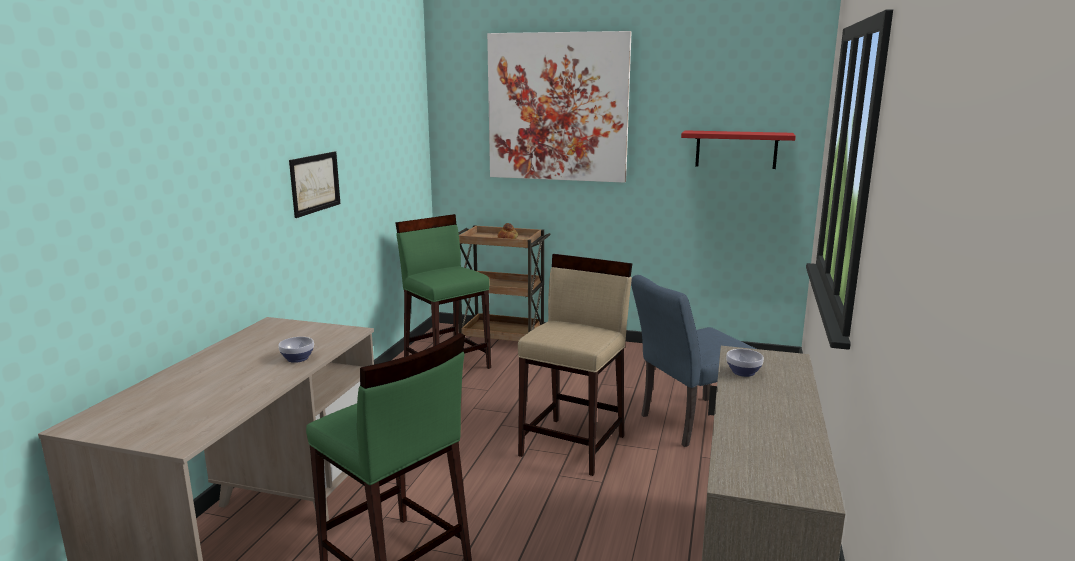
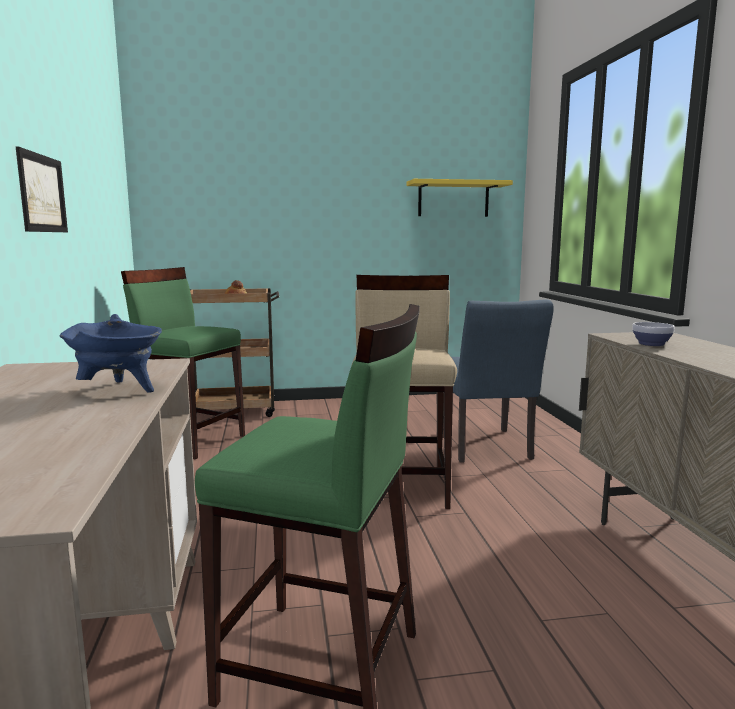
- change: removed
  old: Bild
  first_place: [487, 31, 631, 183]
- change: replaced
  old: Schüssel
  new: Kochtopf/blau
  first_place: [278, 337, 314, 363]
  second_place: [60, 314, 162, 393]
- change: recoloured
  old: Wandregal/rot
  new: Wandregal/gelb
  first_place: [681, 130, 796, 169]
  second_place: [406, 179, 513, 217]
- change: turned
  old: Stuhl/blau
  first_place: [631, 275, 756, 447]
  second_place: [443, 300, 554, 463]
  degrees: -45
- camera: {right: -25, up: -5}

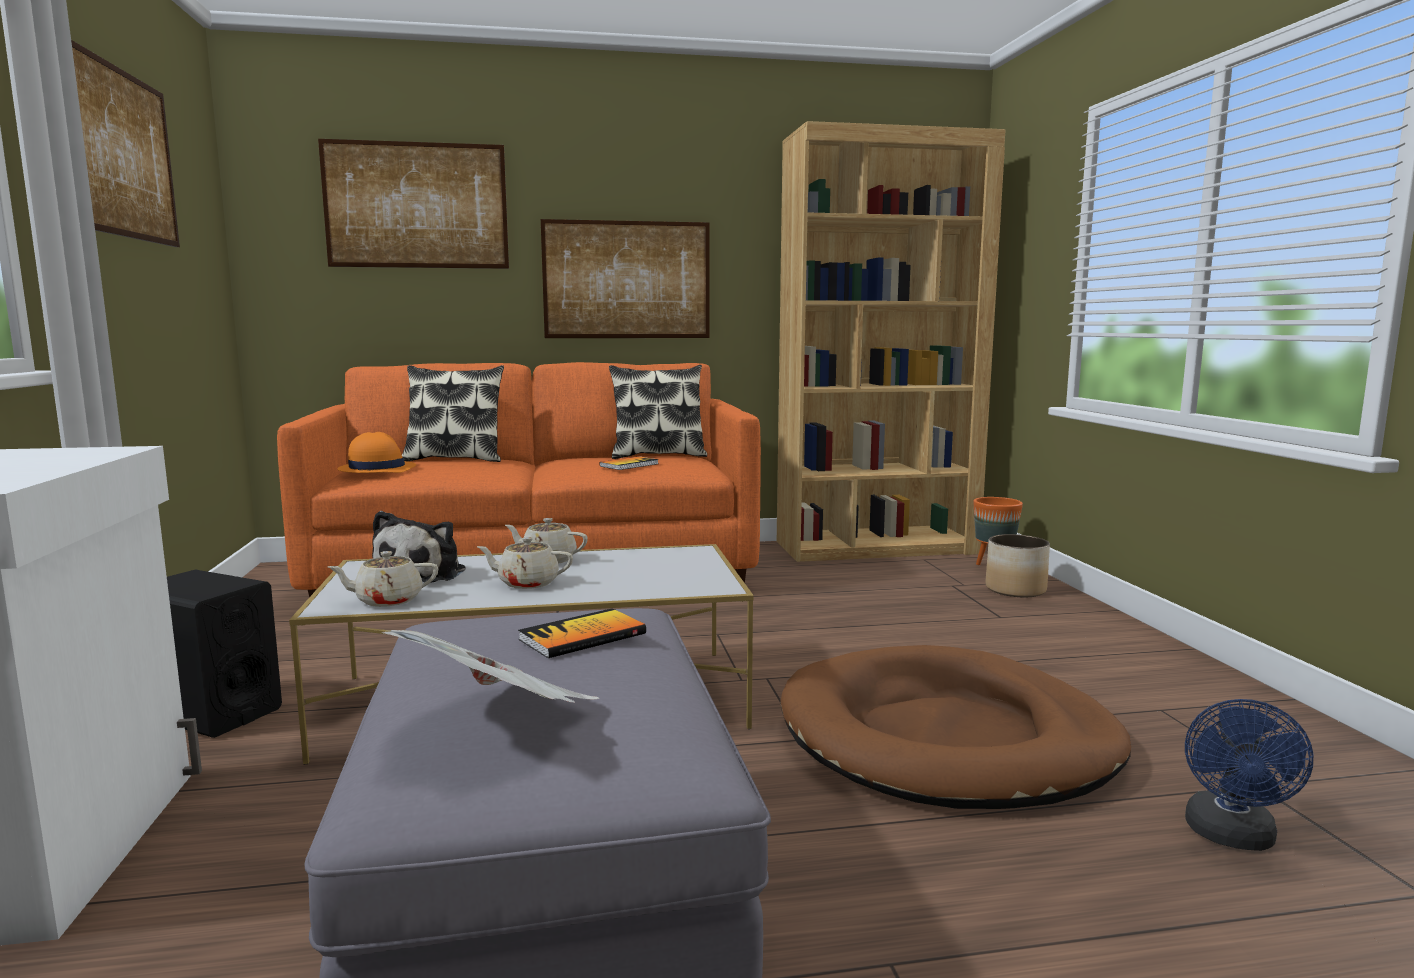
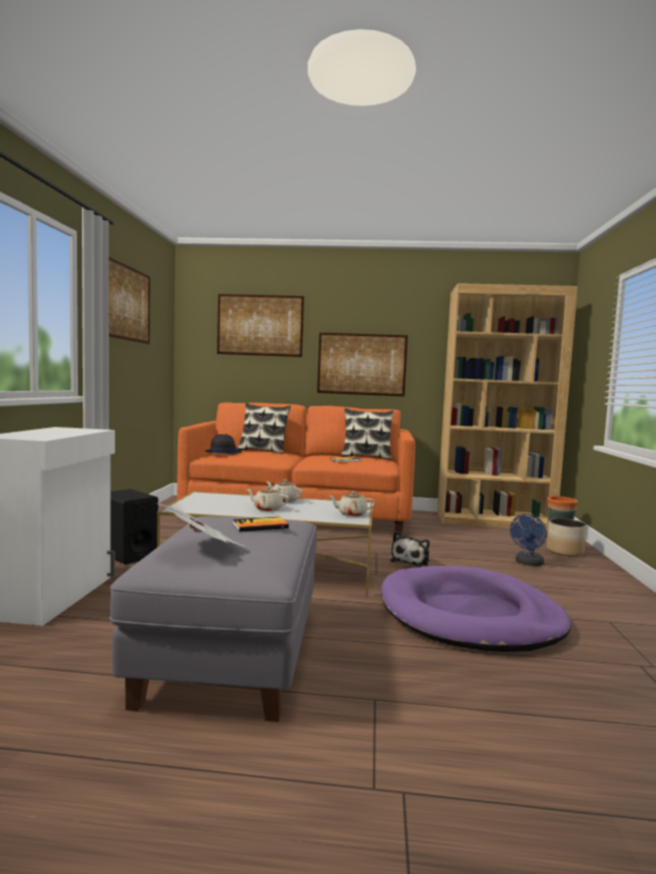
- change: moved
  old: Teekanne/beige
  first_place: [328, 551, 438, 607]
  second_place: [328, 491, 375, 517]
- change: moved
  old: Plüschtier
  first_place: [372, 511, 465, 582]
  second_place: [390, 531, 430, 567]
- change: moved
  old: Ventilator/blau
  first_place: [1185, 699, 1313, 851]
  second_place: [510, 514, 547, 566]
- change: recoloured
  old: Hut/orange
  new: Hut/schwarz
  first_place: [337, 432, 416, 473]
  second_place: [205, 434, 242, 455]
- change: recoloured
  old: Hundebett/braun
  new: Hundebett/lila
  first_place: [780, 645, 1131, 809]
  second_place: [381, 566, 571, 652]
- camera: {right: 15, up: -5}

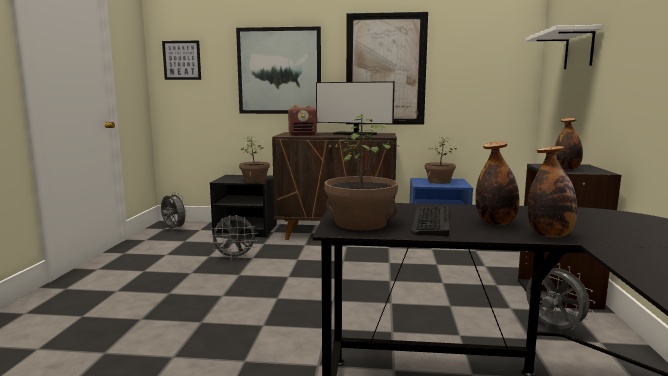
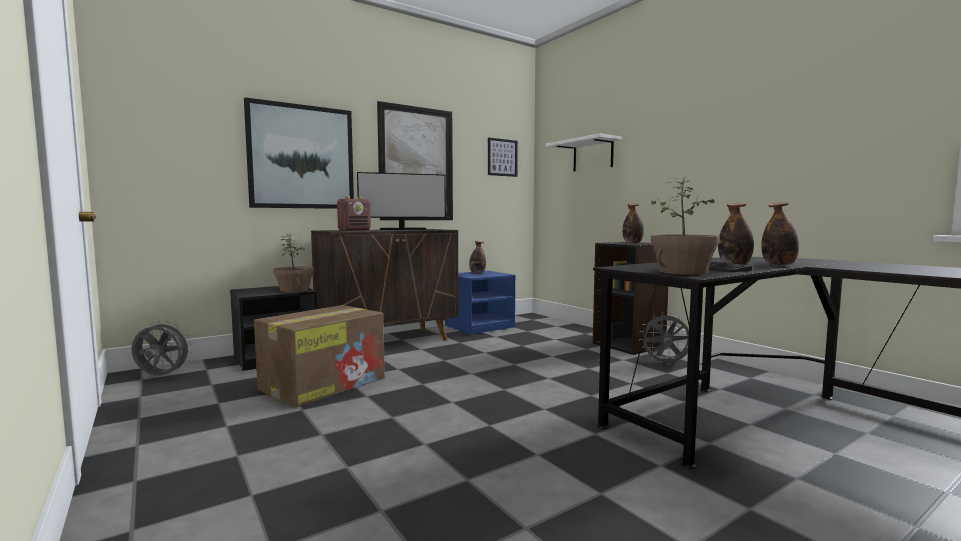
- change: moved
  old: Bild
  first_place: [162, 41, 201, 80]
  second_place: [488, 138, 518, 177]
- change: replaced
  old: Ventilator/grau
  new: Karton
  first_place: [210, 215, 258, 260]
  second_place: [254, 305, 385, 407]
- change: replaced
  old: Topfpflanze
  new: Flasche
  first_place: [425, 138, 457, 184]
  second_place: [469, 241, 486, 274]
- camera: {right: -40, up: -5}

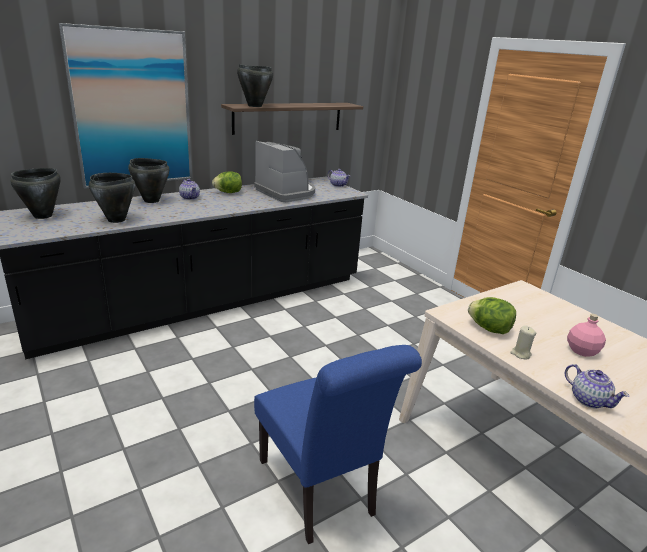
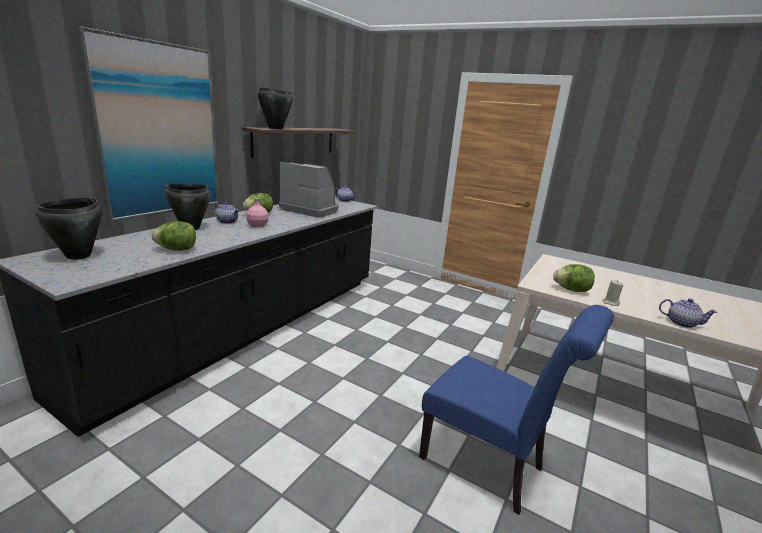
- change: moved
  old: Flasche/rosa
  first_place: [567, 314, 606, 357]
  second_place: [246, 198, 269, 227]
- change: replaced
  old: Kochtopf/schwarz
  new: Salatkopf
  first_place: [89, 173, 135, 223]
  second_place: [152, 221, 196, 251]
- camera: {right: -25, up: -5}

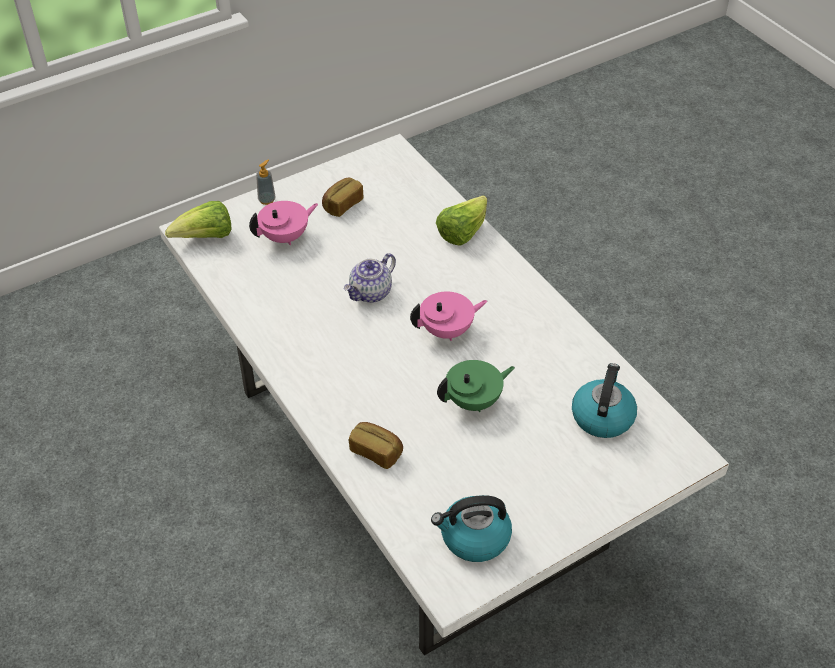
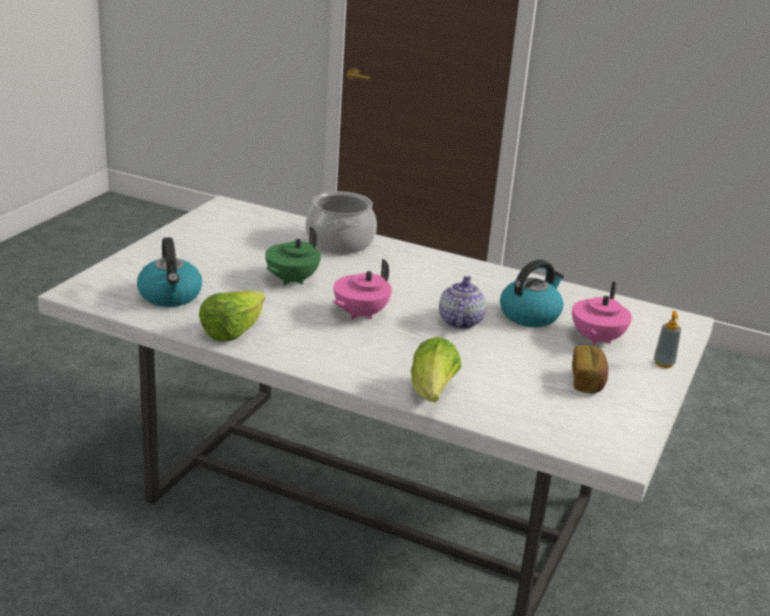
- change: moved
  old: Salatkopf
  first_place: [165, 201, 231, 238]
  second_place: [199, 290, 265, 342]
- change: moved
  old: Wasserkessel
  first_place: [431, 495, 512, 562]
  second_place: [500, 260, 564, 327]
- change: replaced
  old: Brot
  new: Kochtopf
  first_place: [349, 422, 403, 469]
  second_place: [305, 191, 377, 254]
- camera: {right: 145, up: -20}

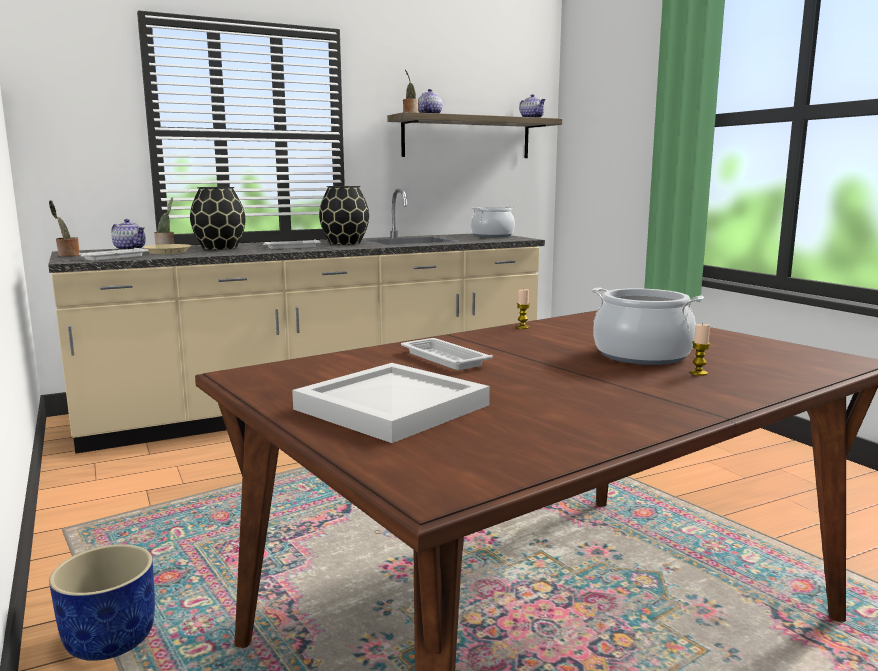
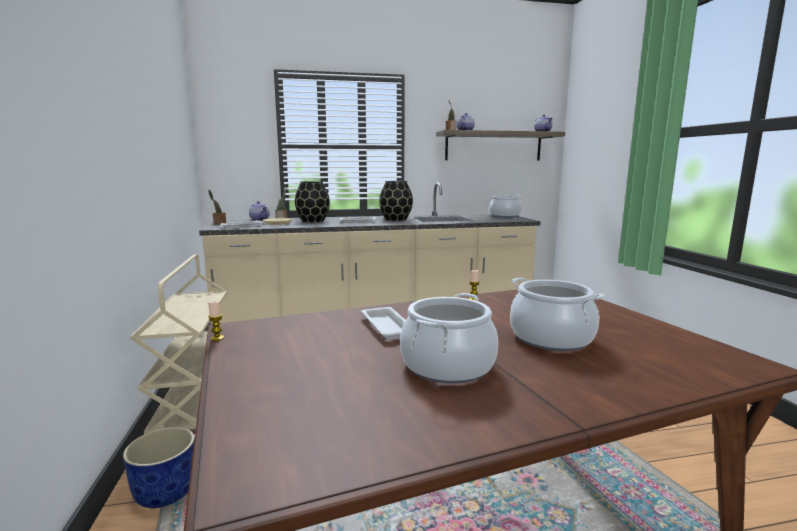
- change: removed
  old: Tablett/weiß
  first_place: [292, 363, 490, 443]
- change: added
  new: Rollwagen/beige
  second_place: [130, 254, 227, 434]
- change: added
  new: Kochtopf
  second_place: [400, 293, 498, 383]
- change: moved
  old: Kerze
  first_place: [690, 324, 710, 376]
  second_place: [208, 301, 224, 341]
- camera: {right: 15, up: 0}

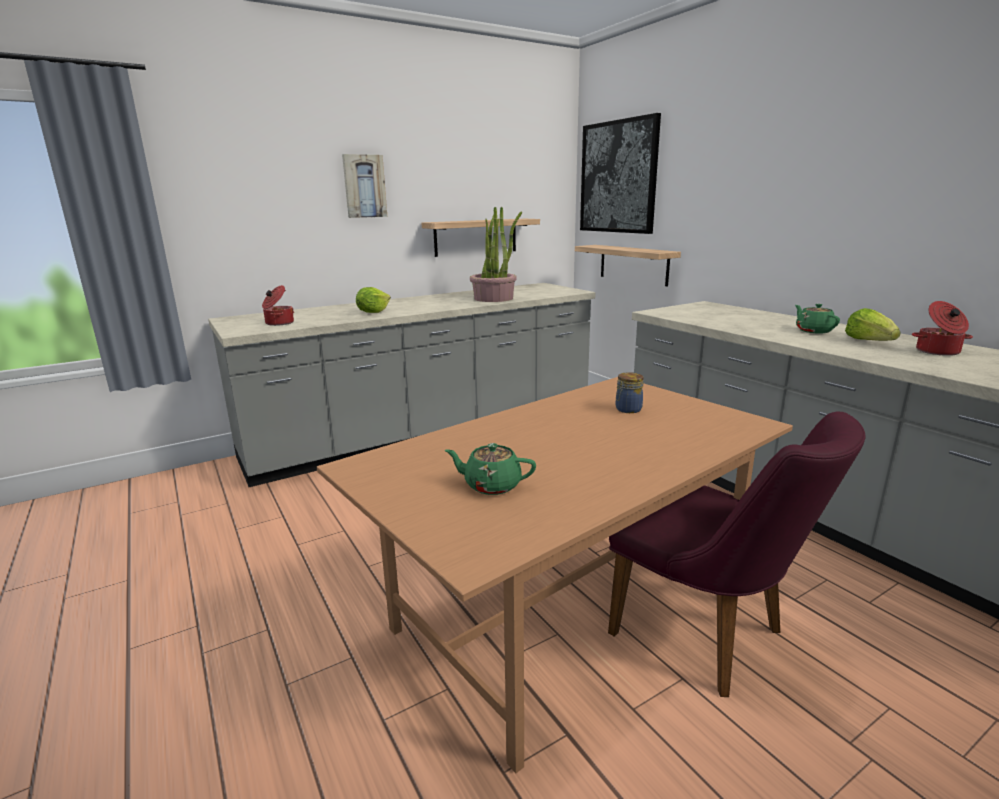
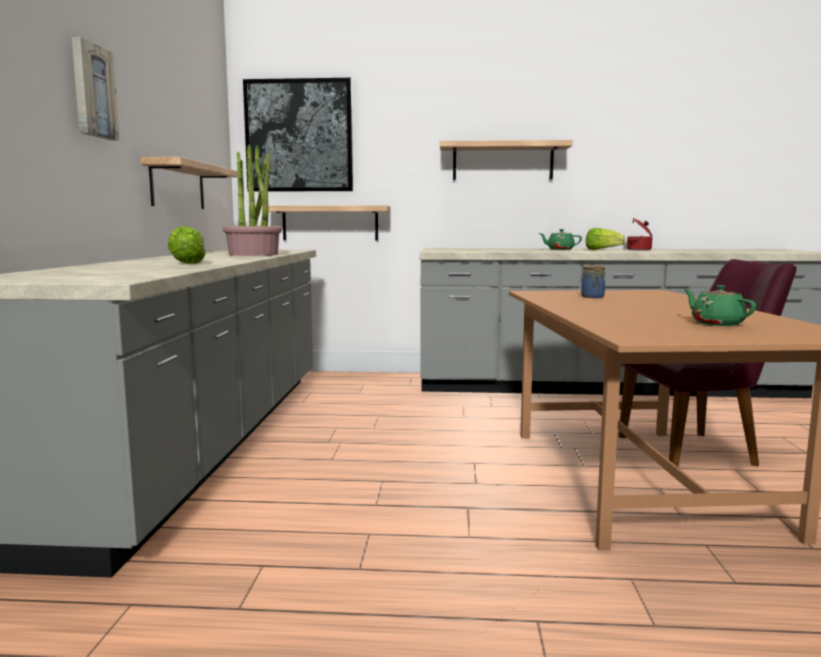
- change: removed
  old: Kochtopf
  first_place: [262, 285, 294, 326]
- change: added
  new: Wandregal
  second_place: [440, 140, 573, 180]
- change: turned
  old: Teekanne/grün
  first_place: [445, 443, 536, 495]
  second_place: [684, 285, 756, 326]
  degrees: 105
- camera: {right: -55, up: -10}

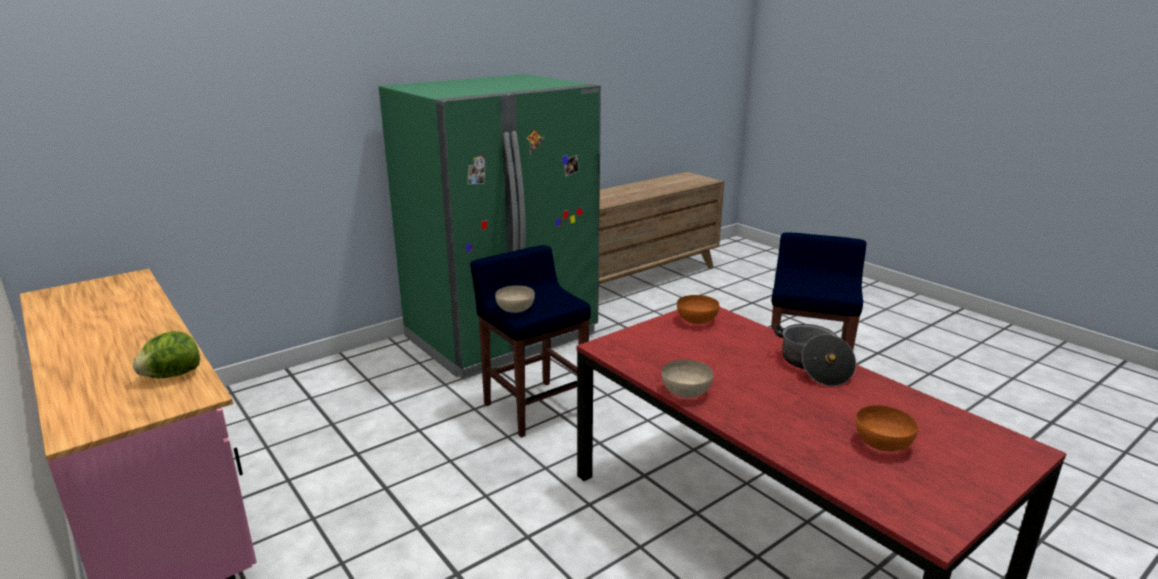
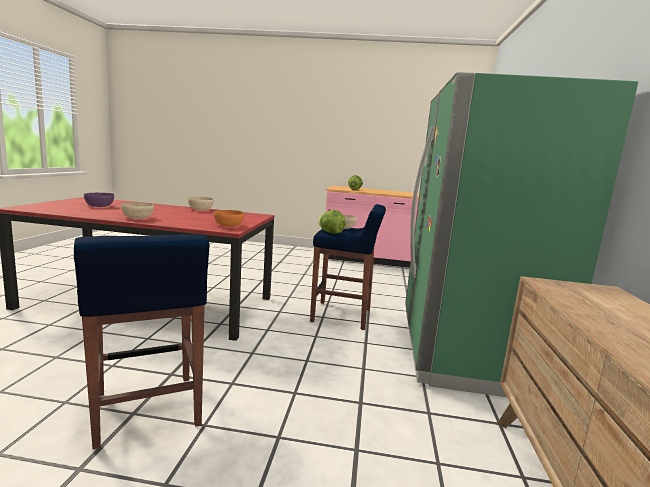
- change: added
  new: Salatkopf
  second_place: [318, 210, 345, 234]
- change: replaced
  old: Kochtopf
  new: Schüssel/beige
  first_place: [774, 324, 856, 386]
  second_place: [121, 202, 154, 219]
- change: recoloured
  old: Schüssel/orange
  new: Schüssel/lila
  first_place: [856, 405, 918, 452]
  second_place: [84, 193, 114, 207]
- camera: {right: 135, up: -10}

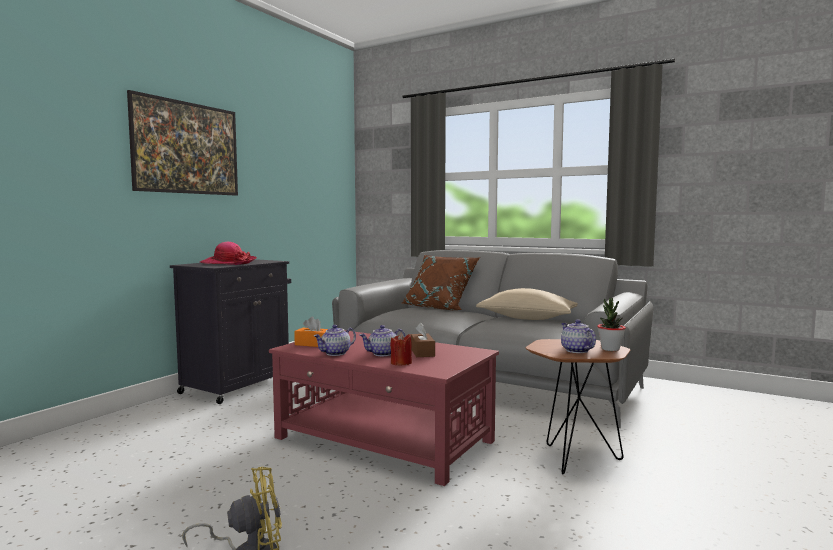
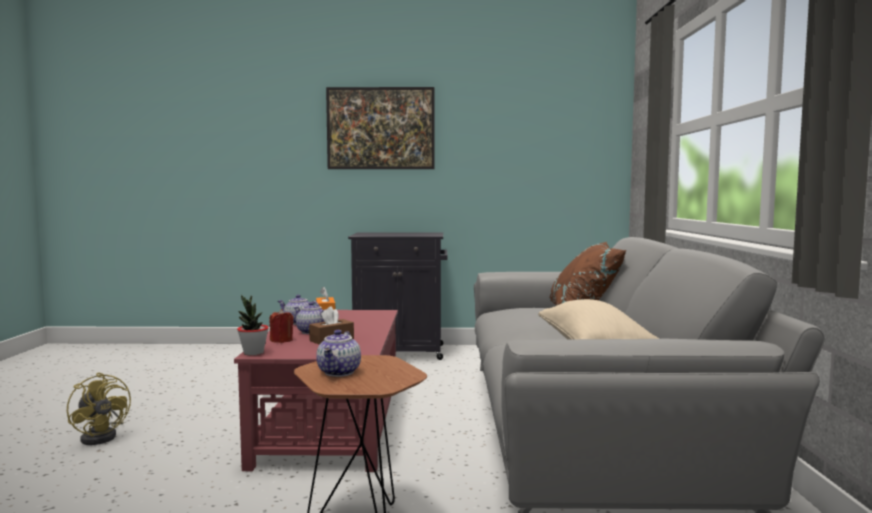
- change: removed
  old: Hut
  first_place: [200, 242, 257, 265]
- change: moved
  old: Topfpflanze
  first_place: [597, 298, 626, 351]
  second_place: [237, 295, 269, 356]
- change: turned
  old: Teekanne
  first_place: [561, 320, 596, 353]
  second_place: [316, 330, 361, 377]
  degrees: 150
- camera: {right: 60, up: 0}

